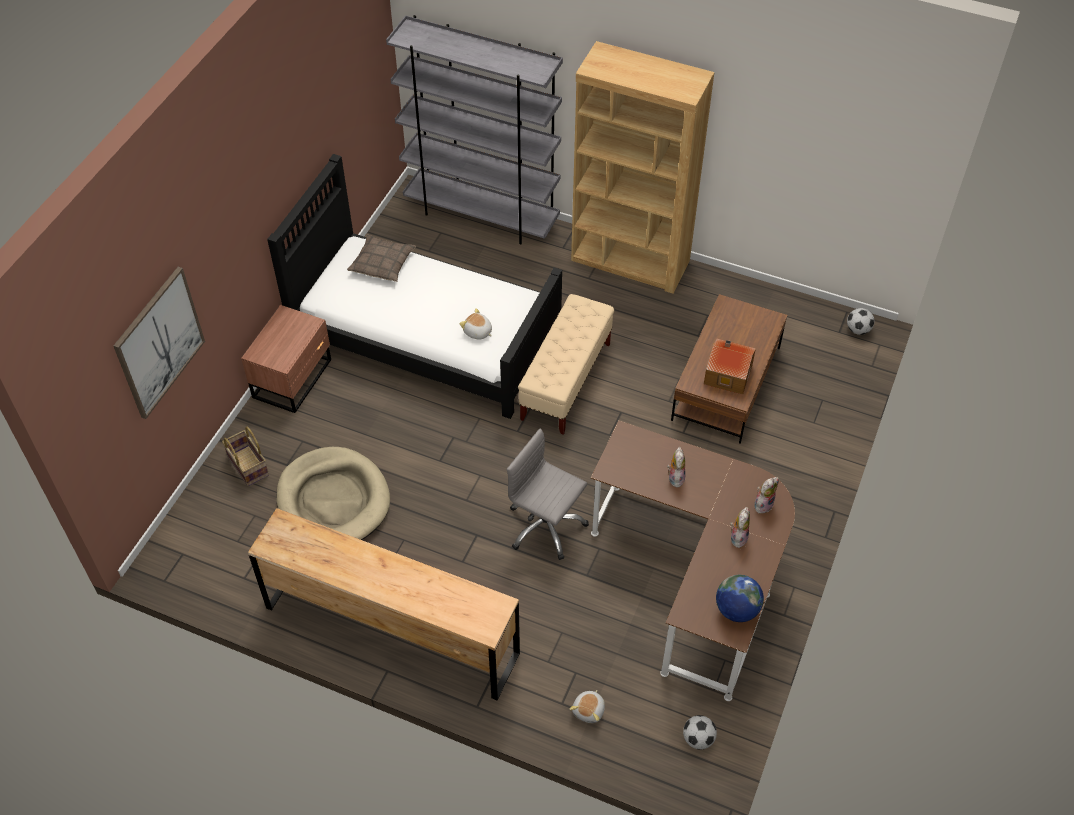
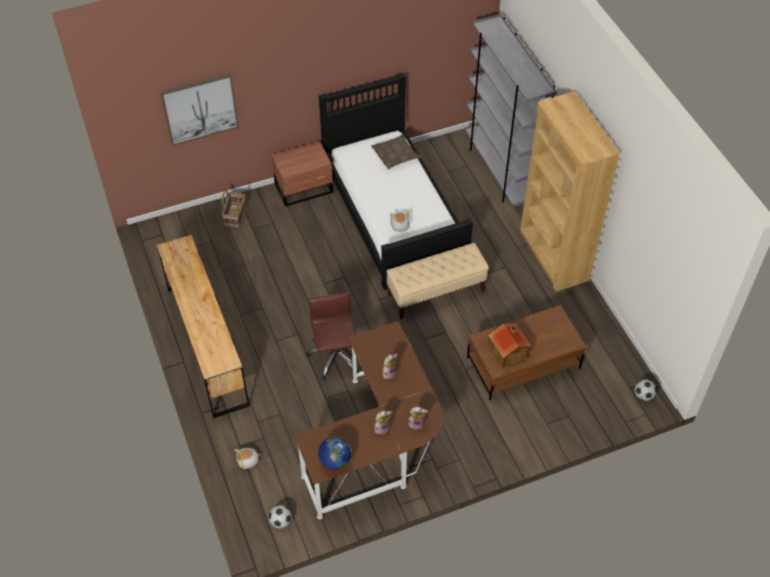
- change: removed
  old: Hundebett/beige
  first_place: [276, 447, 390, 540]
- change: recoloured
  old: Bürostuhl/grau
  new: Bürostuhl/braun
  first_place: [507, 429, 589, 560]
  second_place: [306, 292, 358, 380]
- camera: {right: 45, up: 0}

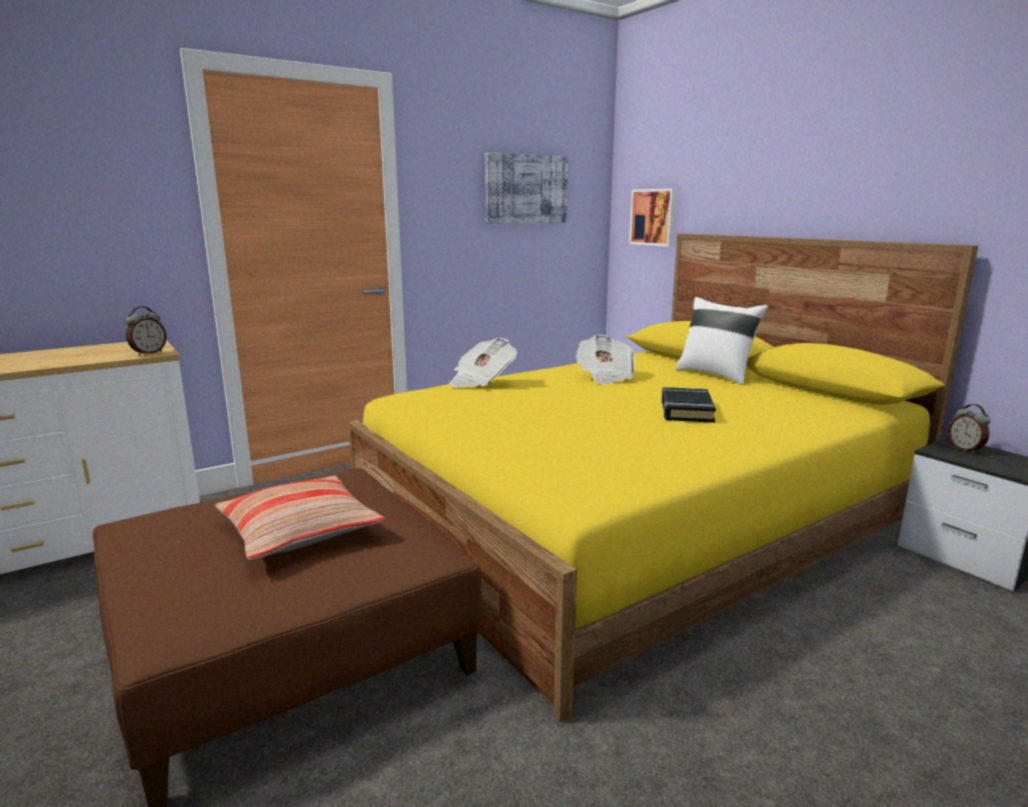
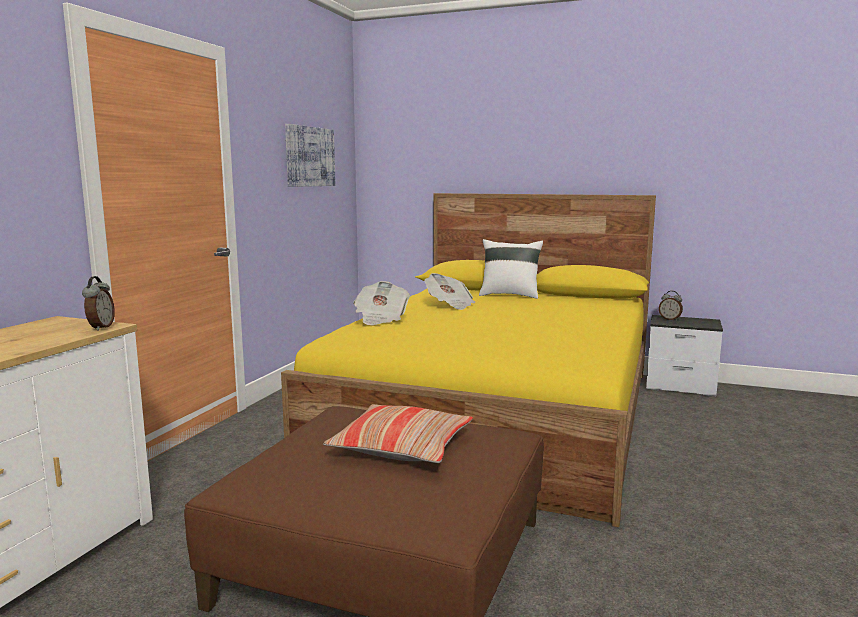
- change: removed
  old: Bild
  first_place: [629, 188, 677, 247]
- change: removed
  old: Buch/schwarz
  first_place: [661, 387, 716, 423]
- camera: {right: -35, up: -5}

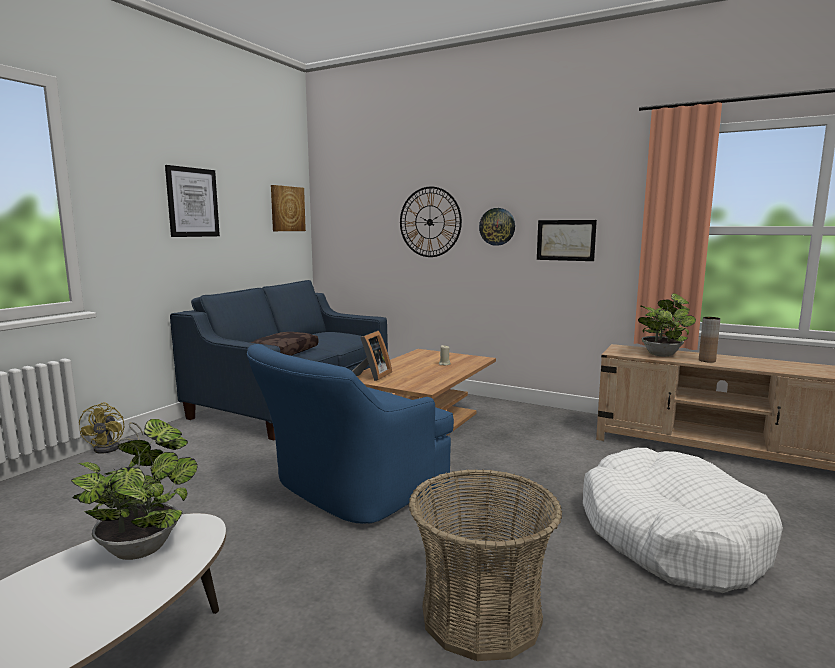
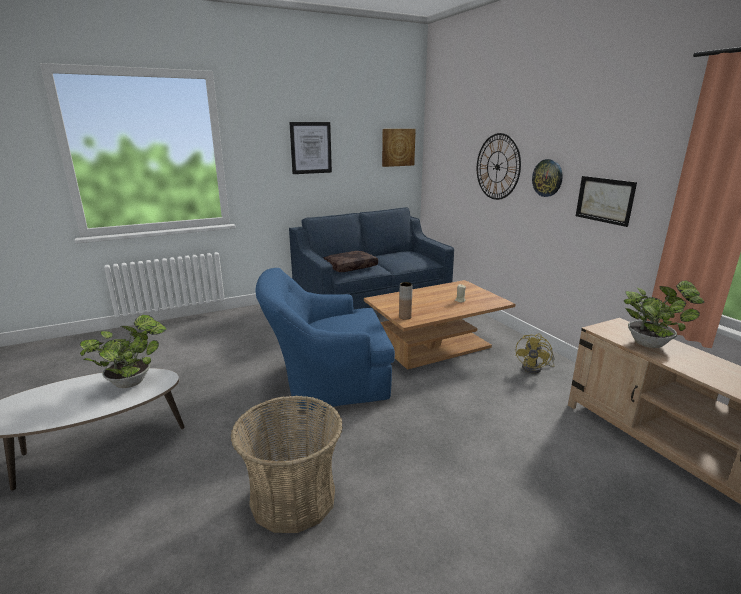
- change: removed
  old: Bilderrahmen
  first_place: [352, 331, 392, 381]
- change: removed
  old: Hundebett/weiß
  first_place: [583, 448, 783, 593]
- change: moved
  old: Ventilator/gelb
  first_place: [79, 402, 143, 454]
  second_place: [515, 333, 555, 374]
- change: moved
  old: Vase/braun
  first_place: [699, 317, 721, 363]
  second_place: [399, 282, 413, 320]
- camera: {right: 35, up: 10}

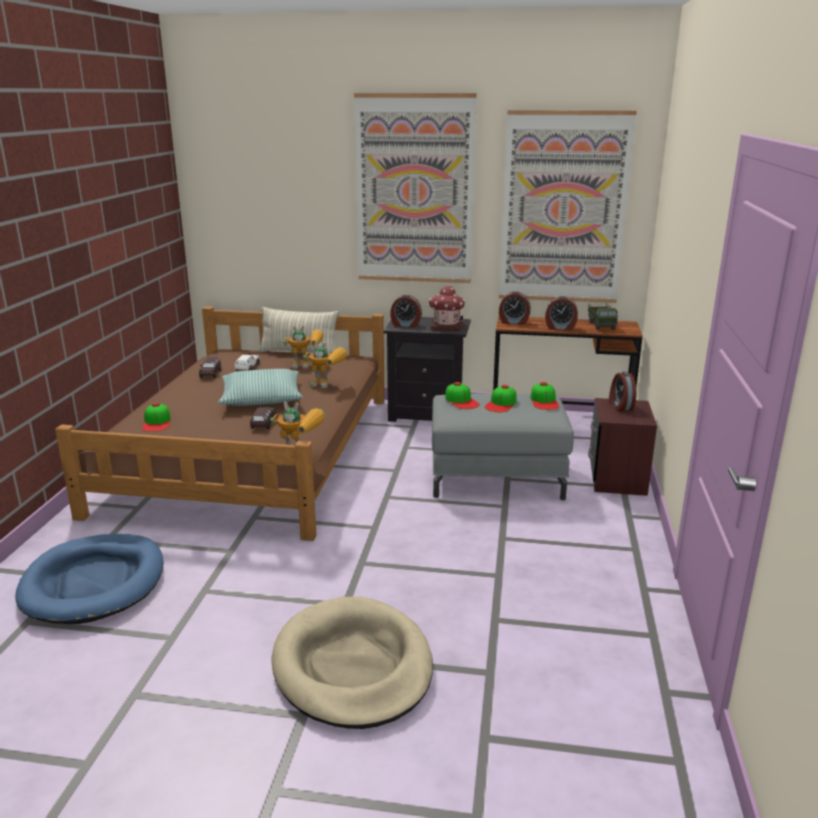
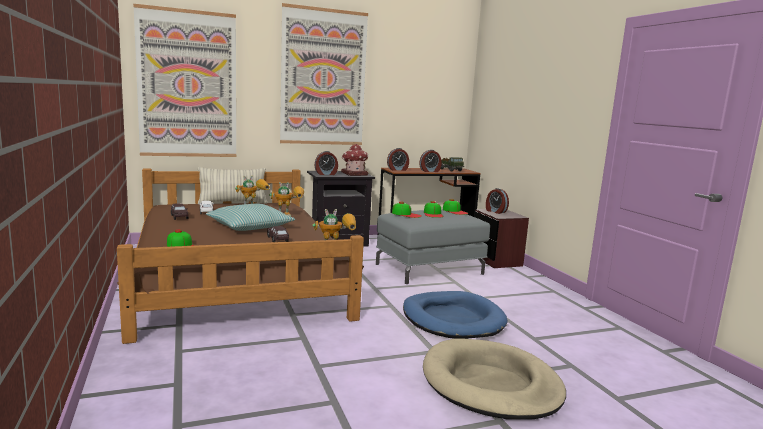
- change: moved
  old: Hundebett/blau
  first_place: [15, 534, 164, 624]
  second_place: [403, 291, 508, 339]
- change: moved
  old: Bild
  first_place: [499, 110, 637, 303]
  second_place: [133, 4, 236, 157]
- camera: {right: -30, up: -10}

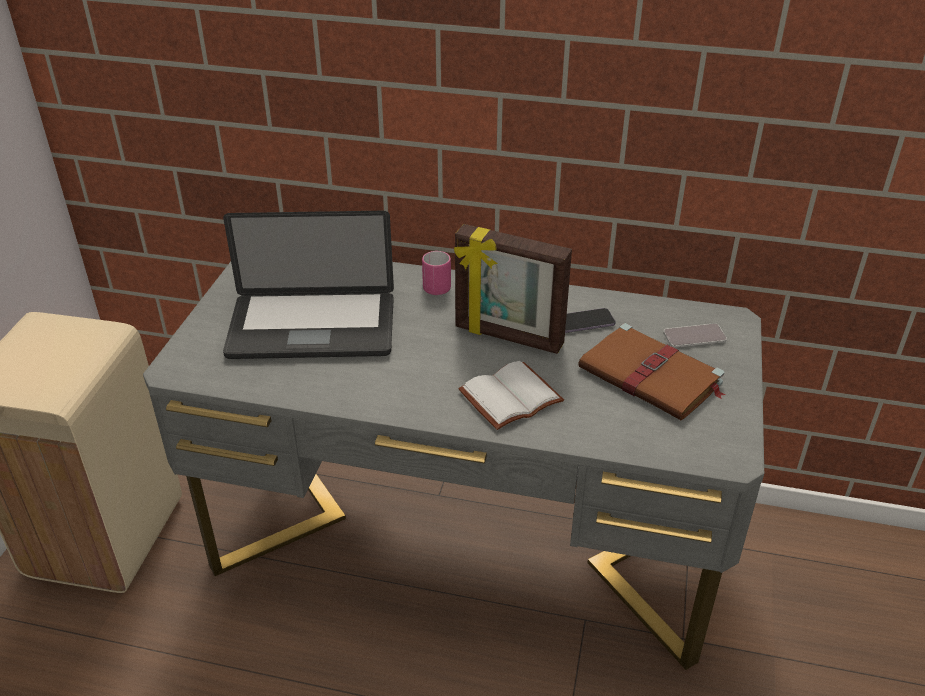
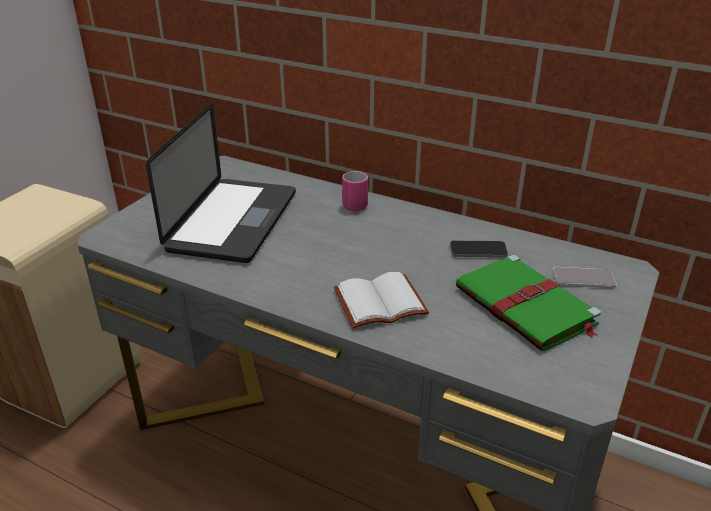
- change: removed
  old: Bilderrahmen
  first_place: [454, 224, 572, 354]
- change: recoloured
  old: Buch/braun
  new: Buch/grün
  first_place: [578, 323, 725, 420]
  second_place: [456, 255, 601, 351]
- change: turned
  old: Laptop
  first_place: [223, 211, 394, 359]
  second_place: [146, 104, 296, 263]
  degrees: -90
- camera: {right: 15, up: -5}

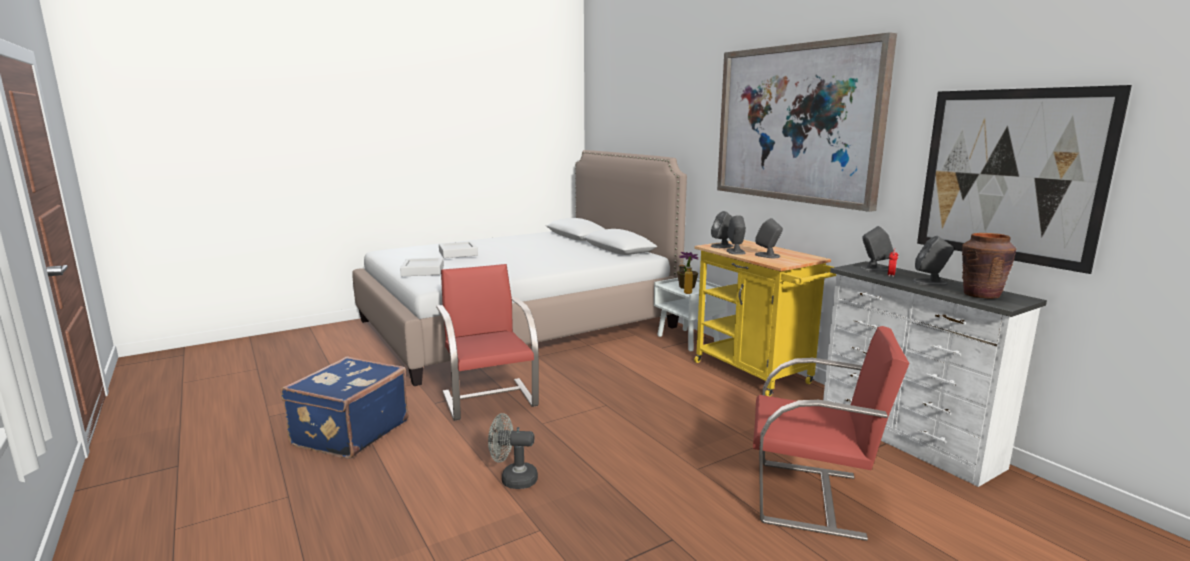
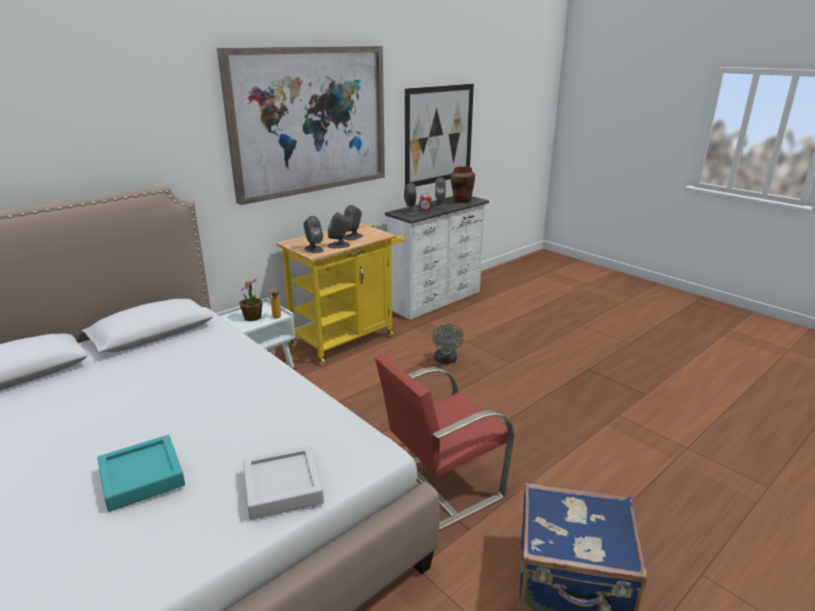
- change: removed
  old: Stuhl/rot
  first_place: [753, 326, 909, 541]
- change: moved
  old: Ventilator/grau
  first_place: [488, 413, 538, 489]
  second_place: [433, 323, 464, 364]
- change: recoloured
  old: Tablett/grau
  new: Tablett/türkis
  first_place: [439, 241, 478, 258]
  second_place: [97, 435, 185, 512]
- camera: {right: -100, up: 10}

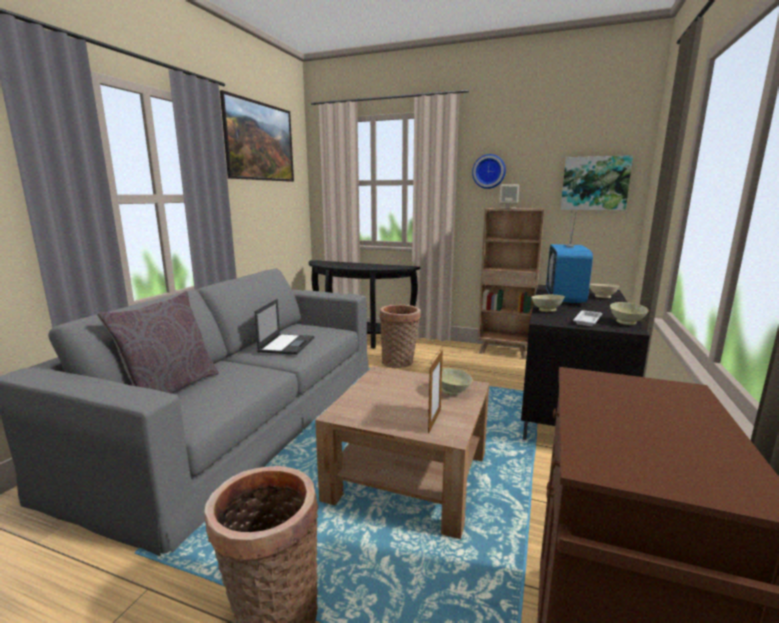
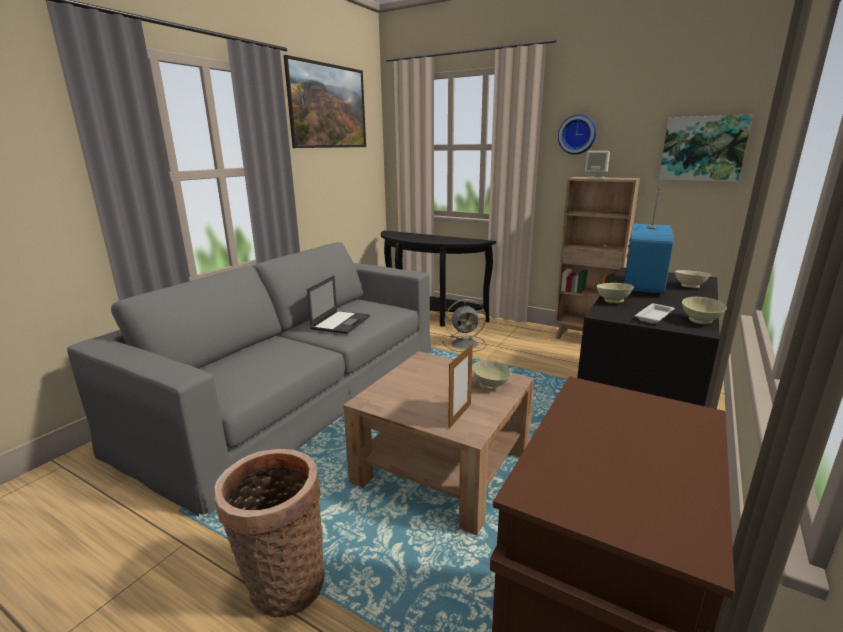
- change: removed
  old: Kissen/grau
  first_place: [97, 291, 219, 394]
- change: replaced
  old: Korb
  new: Ventilator/grau
  first_place: [380, 305, 421, 368]
  second_place: [442, 299, 486, 352]
- camera: {right: 10, up: 5}

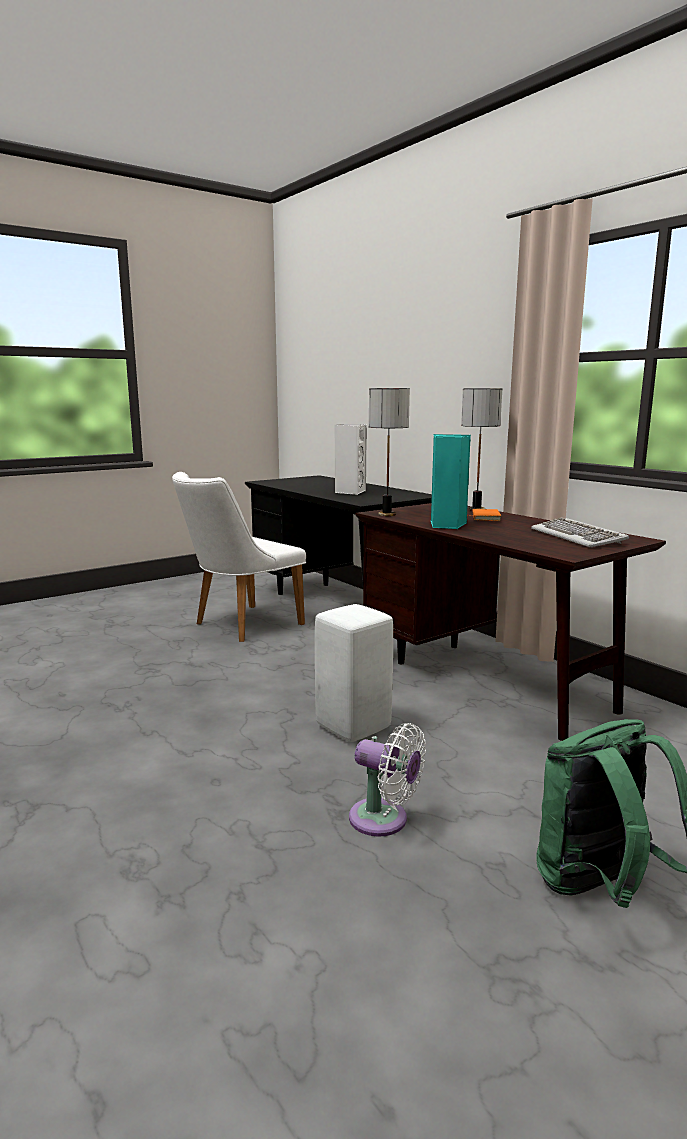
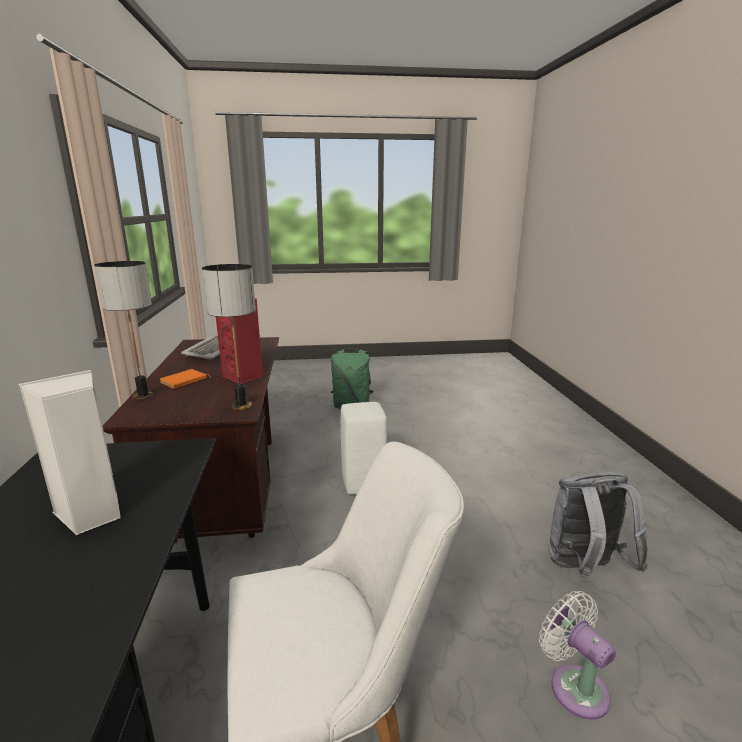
- change: added
  new: Rucksack/grau
  second_place: [548, 472, 648, 578]
- change: moved
  old: Ventilator/weiß
  first_place: [349, 723, 426, 837]
  second_place: [539, 591, 616, 720]
- change: recoloured
  old: Lautsprecher/türkis
  new: Lautsprecher/rot
  first_place: [431, 434, 471, 529]
  second_place: [216, 298, 263, 384]
- camera: {right: -150, up: 5}

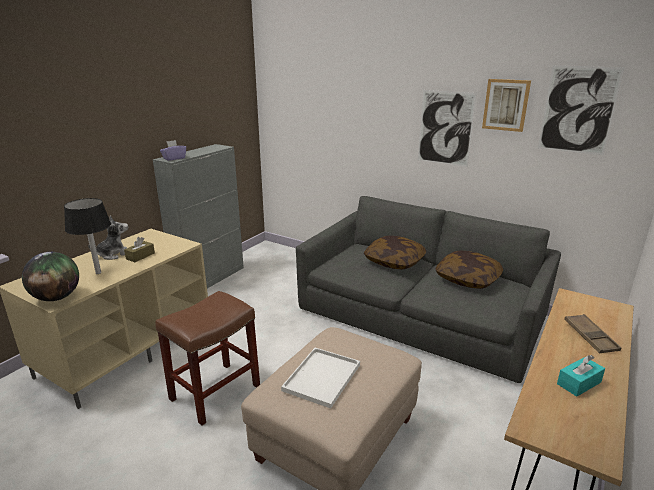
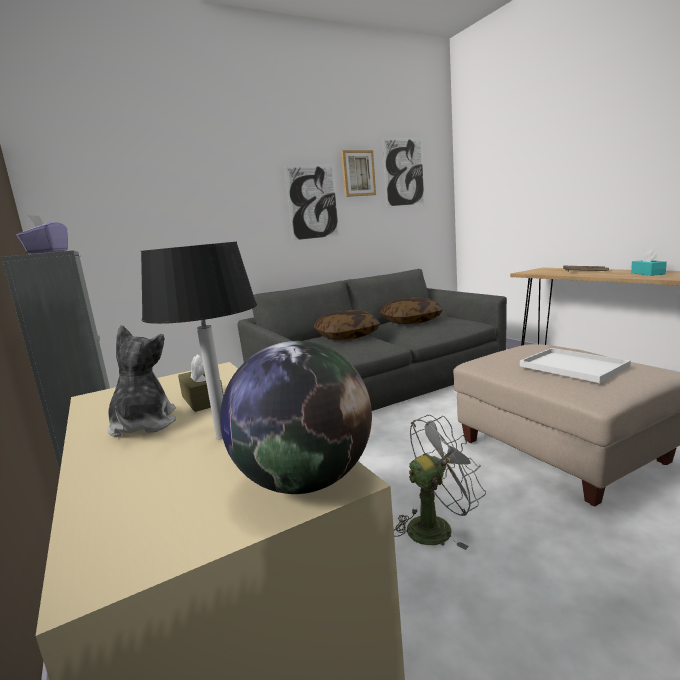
- change: replaced
  old: Hocker/braun
  new: Ventilator/grau
  first_place: [155, 291, 260, 426]
  second_place: [394, 415, 486, 550]
- camera: {right: -60, up: -10}

